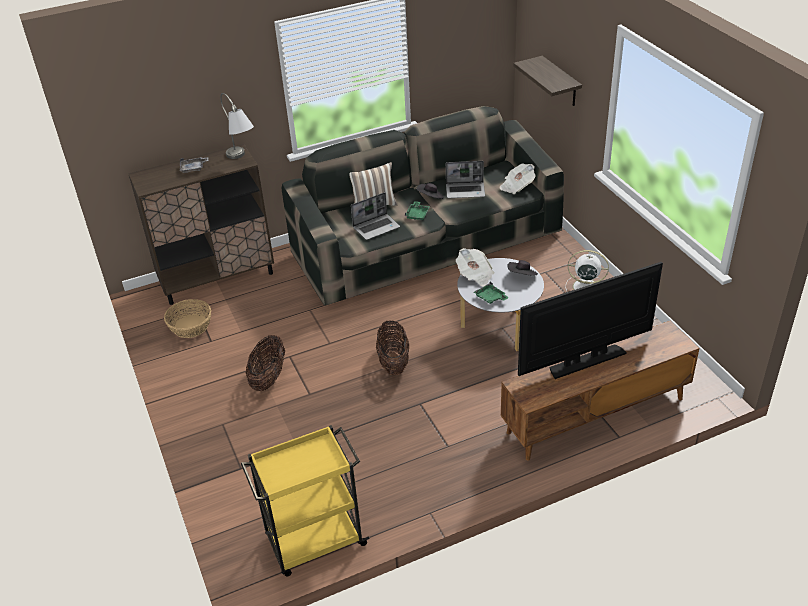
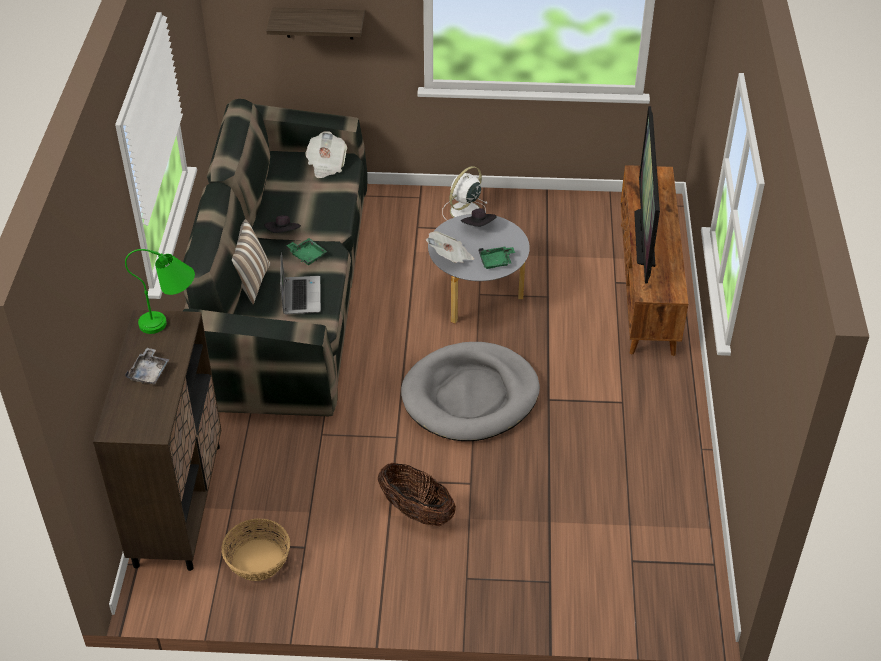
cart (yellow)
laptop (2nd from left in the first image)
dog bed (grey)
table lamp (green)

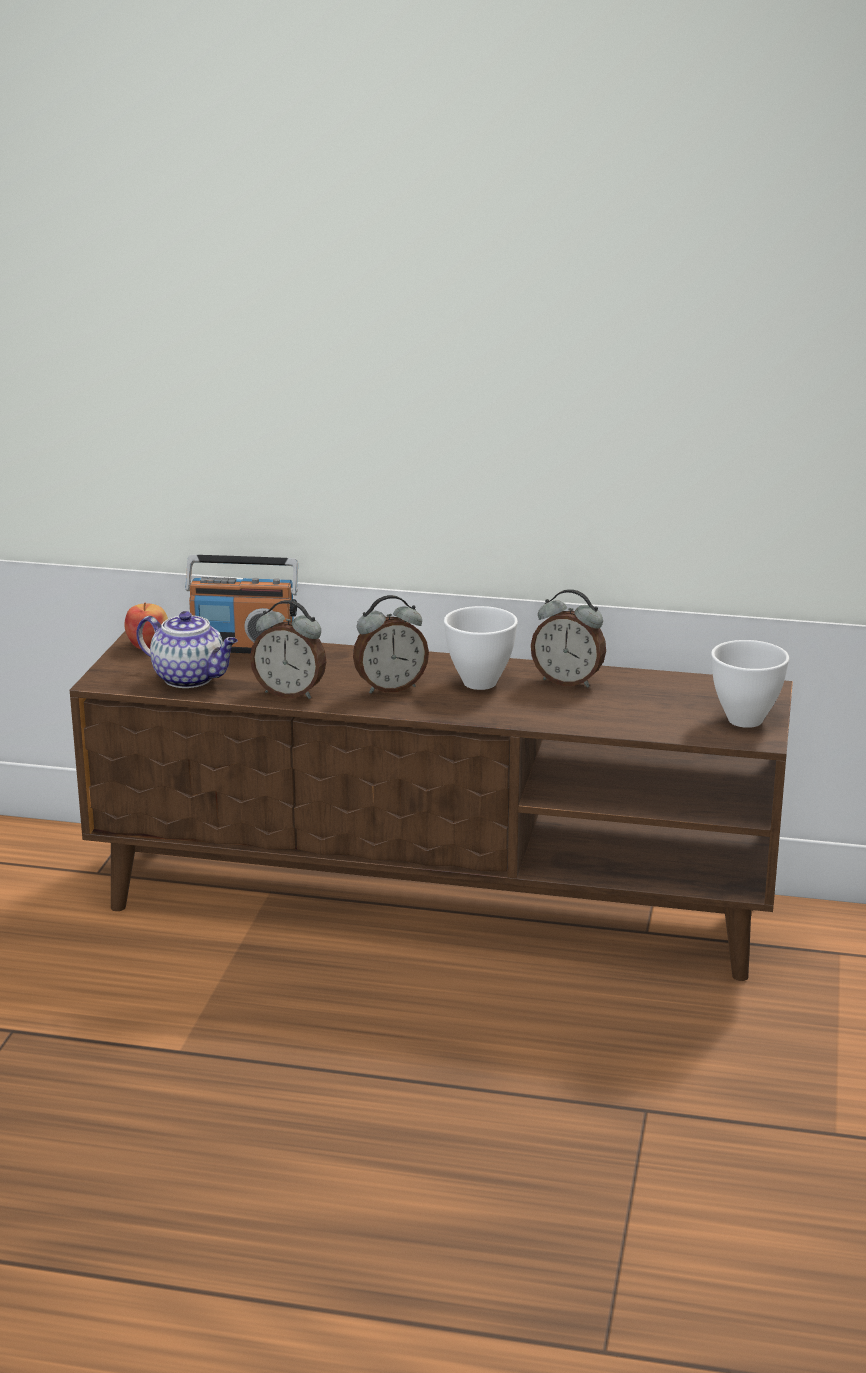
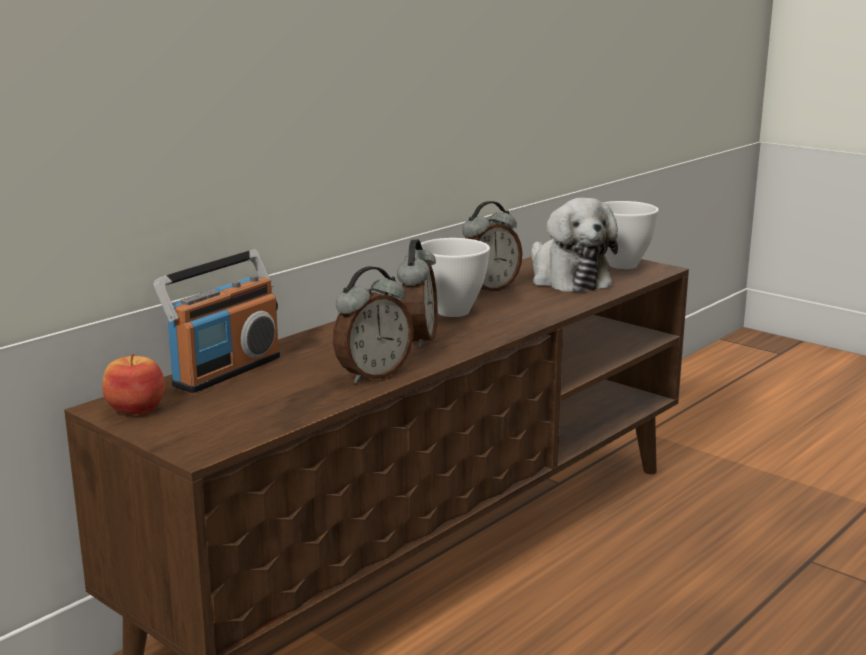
teapot
plush toy

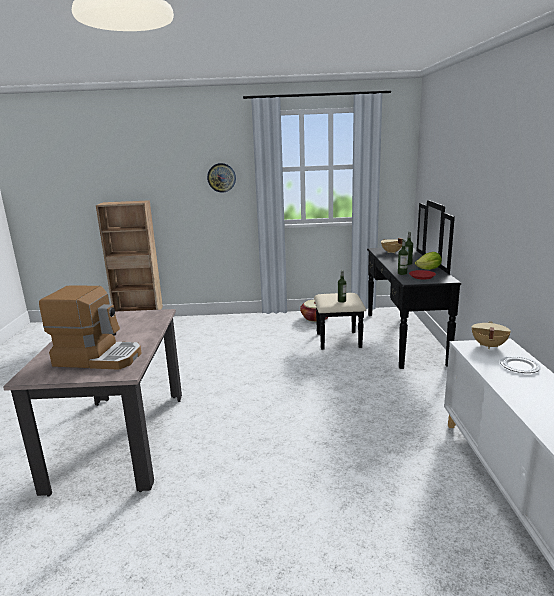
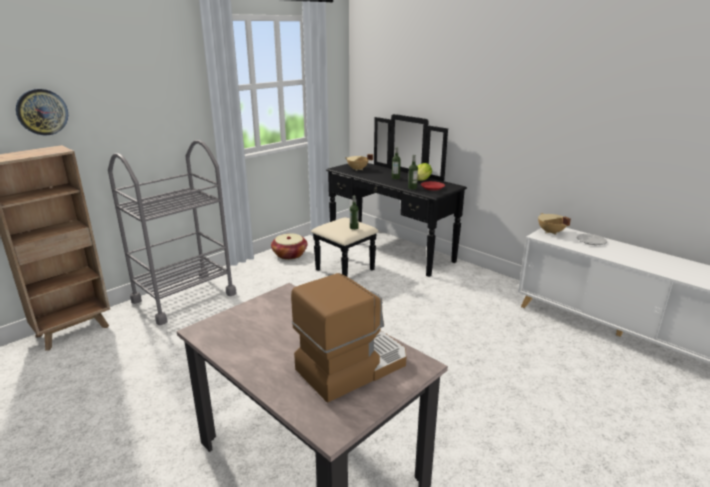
cart (grey)
wall clock

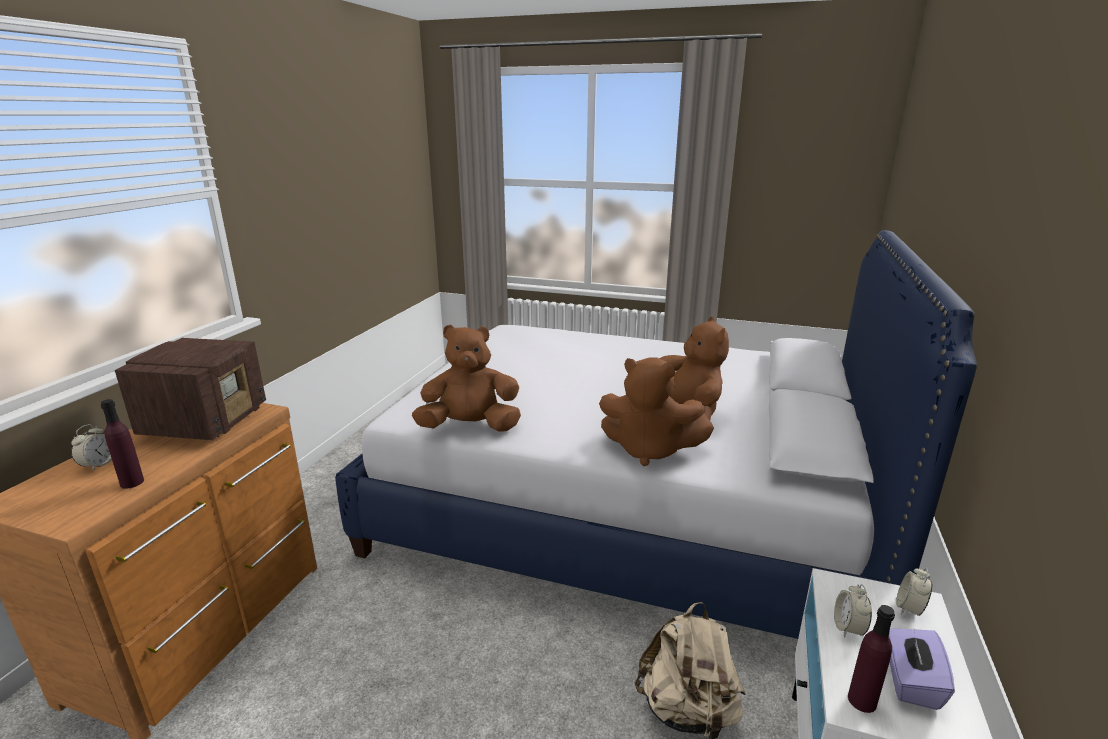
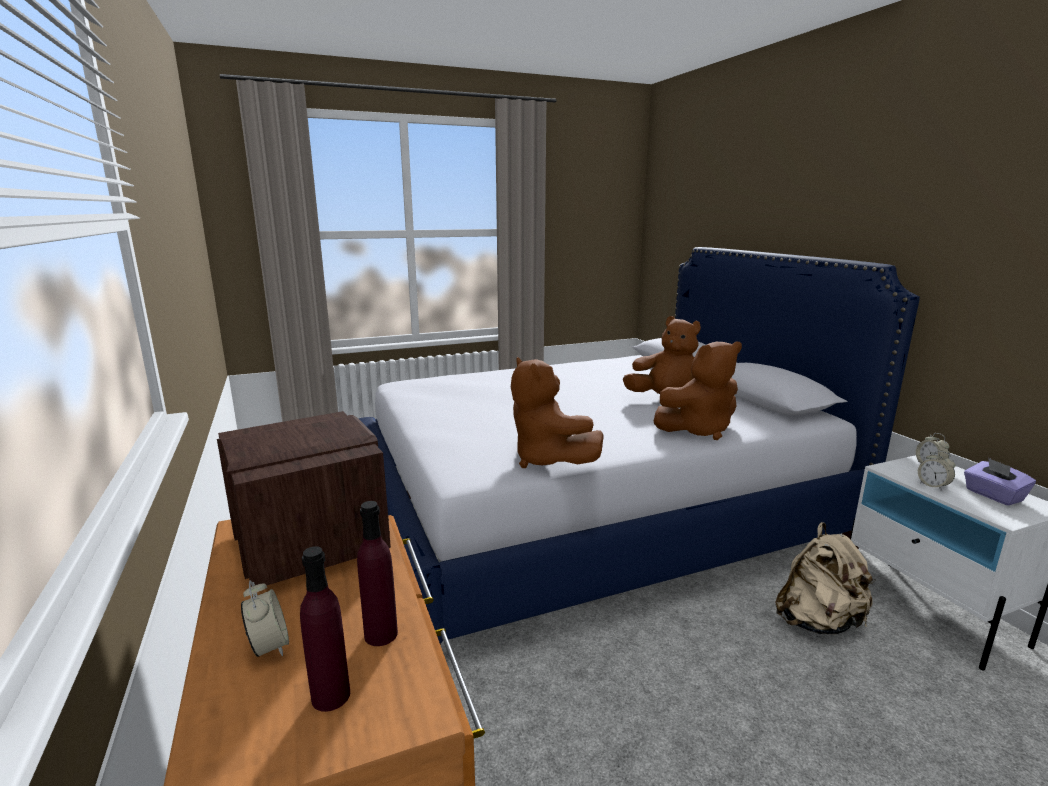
bottle (purple) (1st from left)
plush toy (brown) (1st from left)

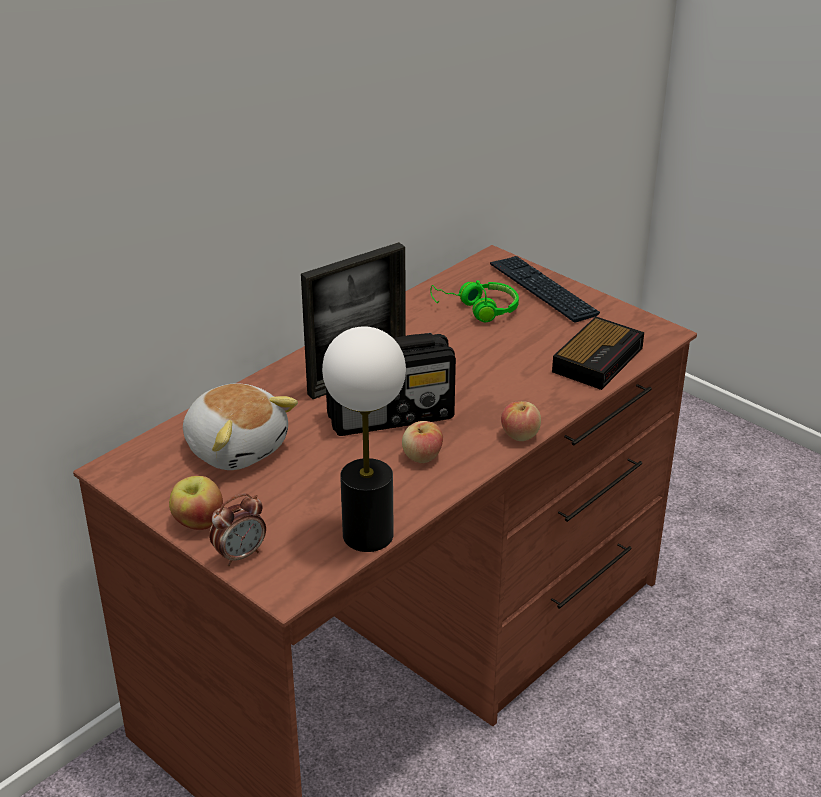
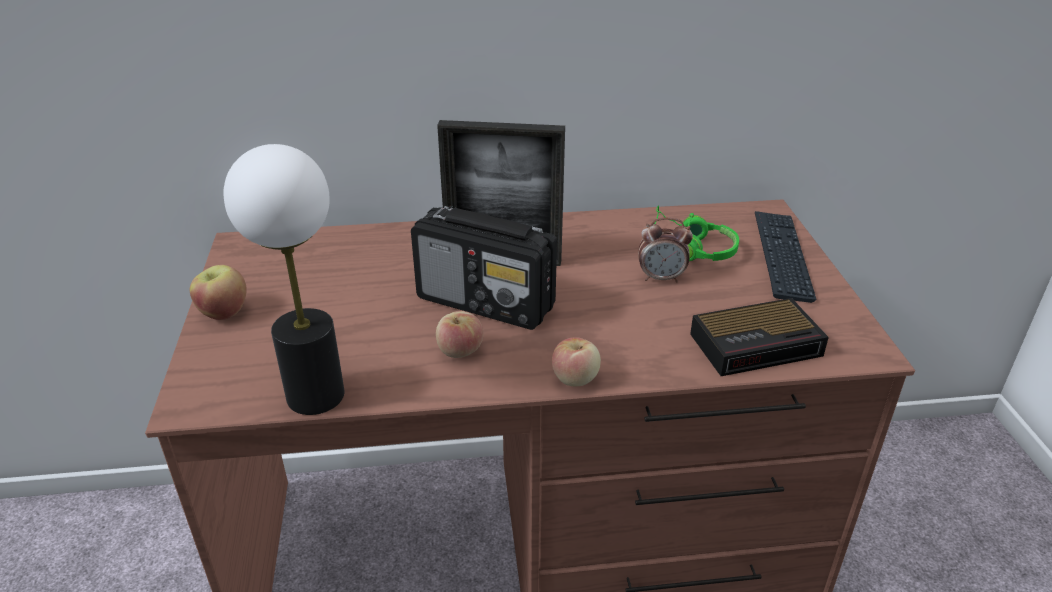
plush toy
alarm clock (1st from left)

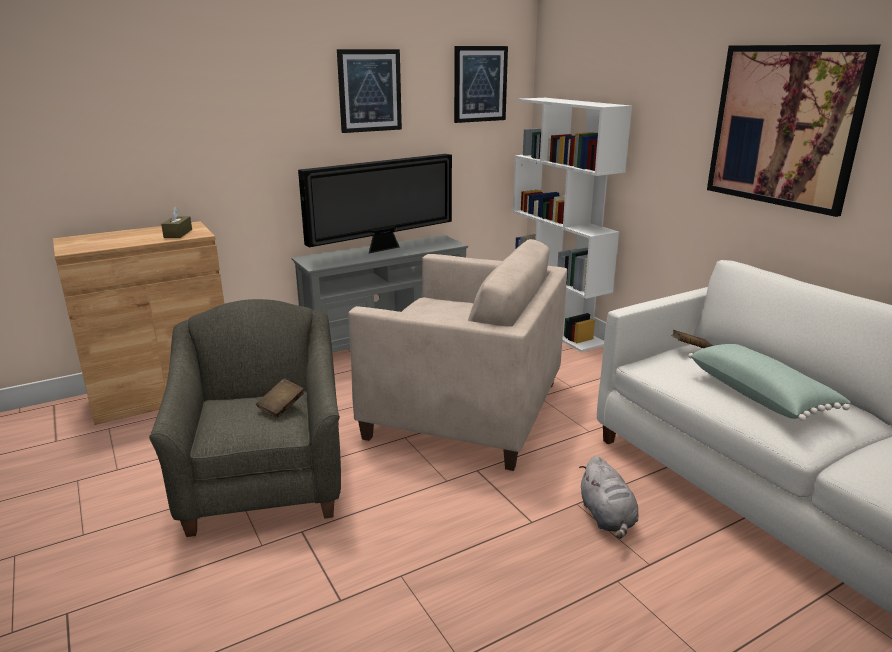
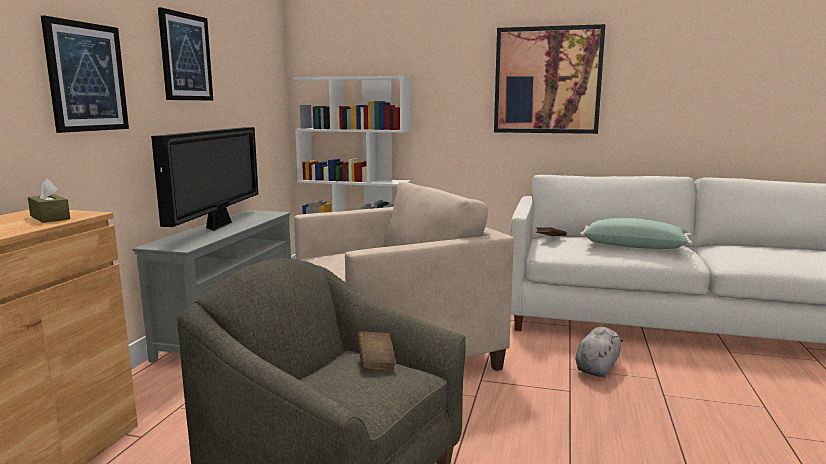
picture (1st from left)
plush toy (grey)

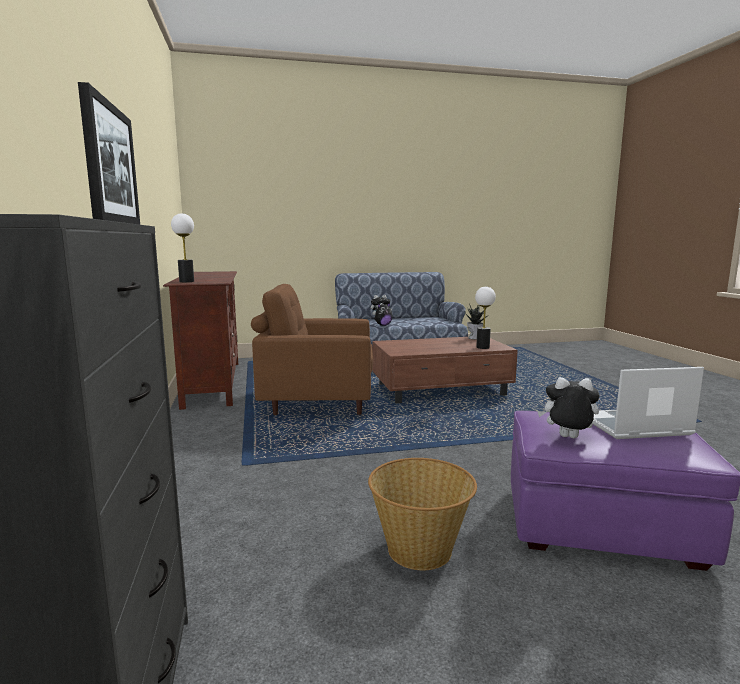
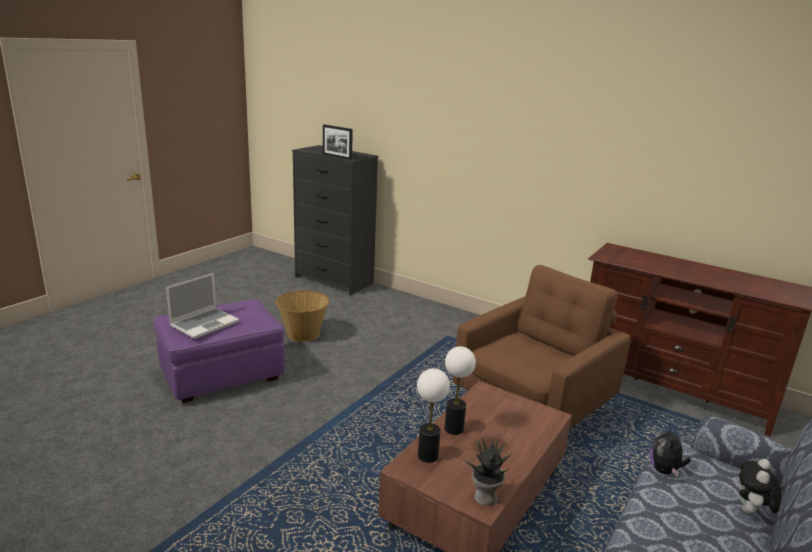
plush toy (3rd from left in the first image)
table lamp (2nd from left)

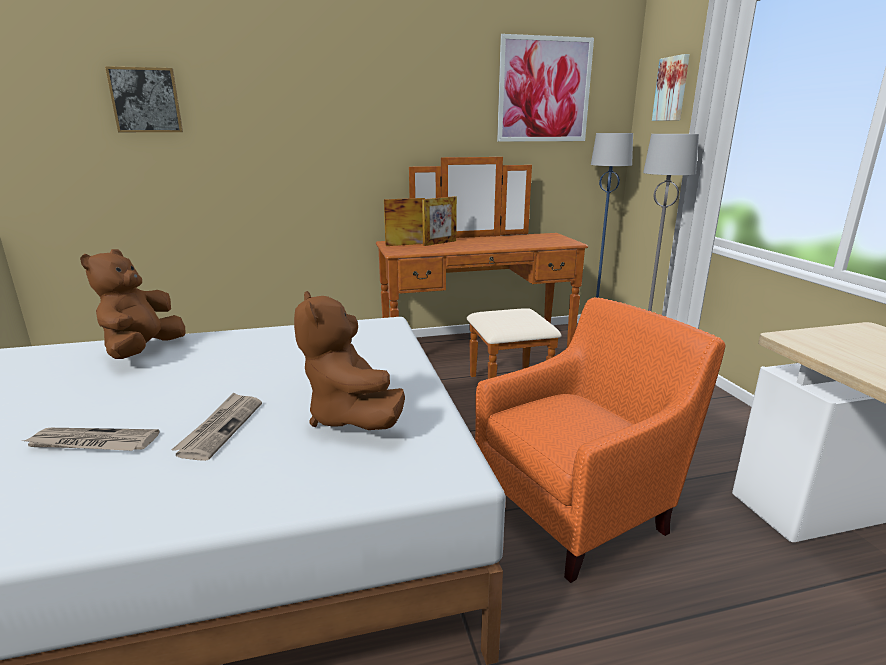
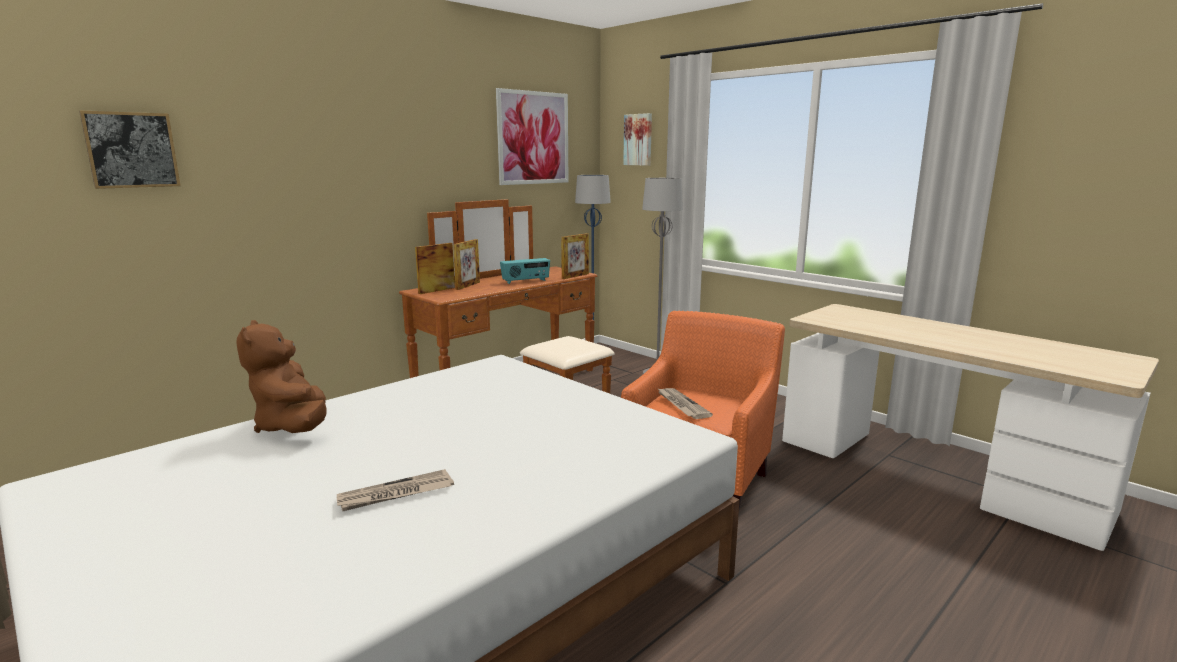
plush toy (brown) (2nd from left in the first image)
radio
picture frame (3rd from left)
newspaper (2nd from left)

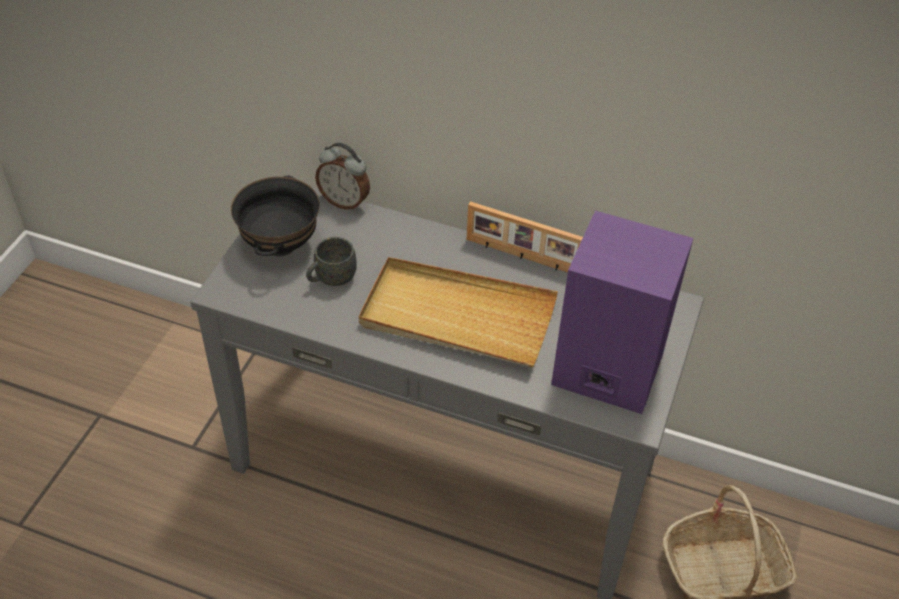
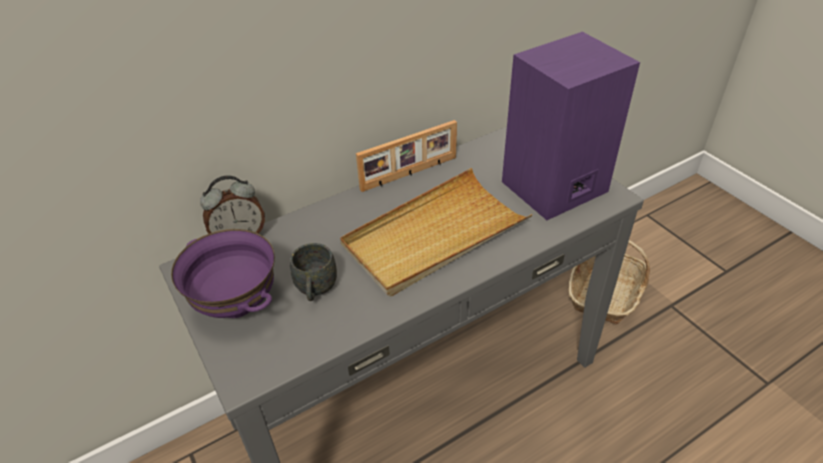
bowl (purple)

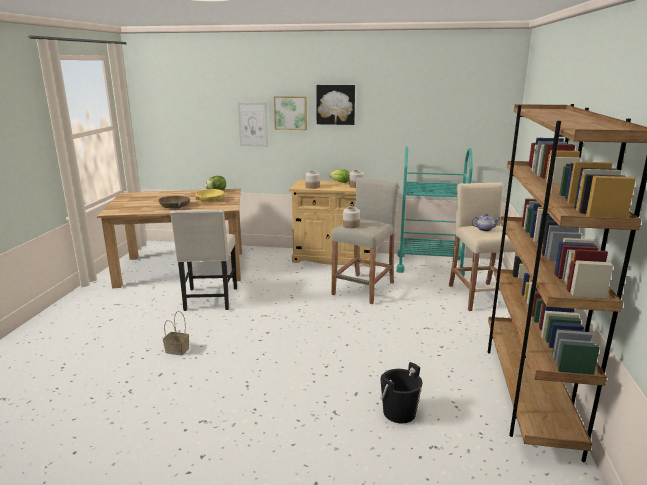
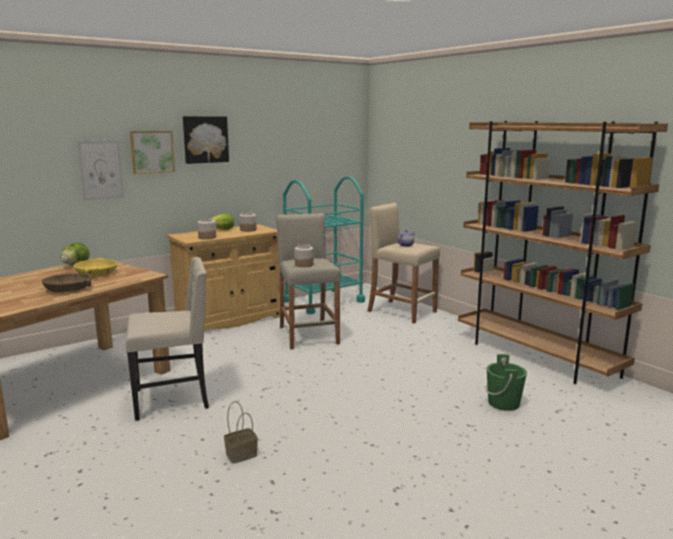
bucket (green)
chair (beige)

